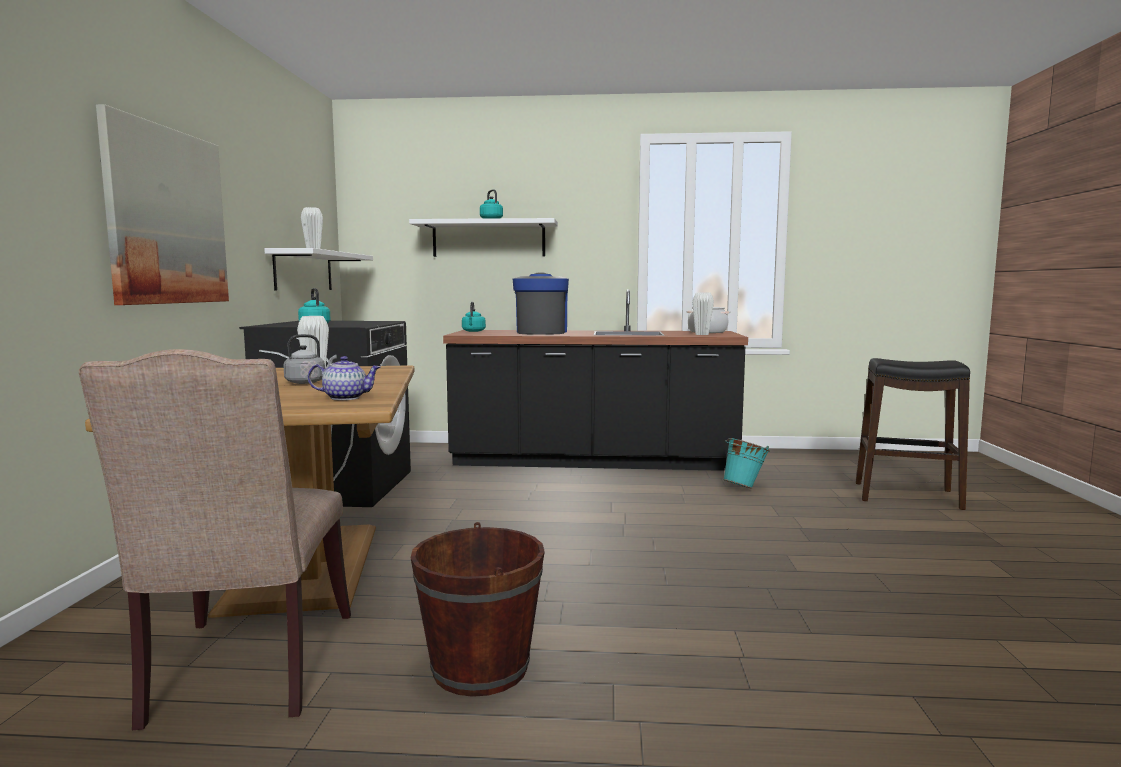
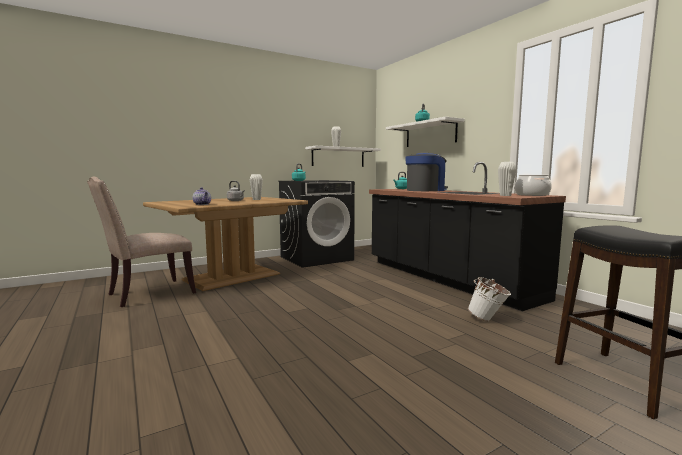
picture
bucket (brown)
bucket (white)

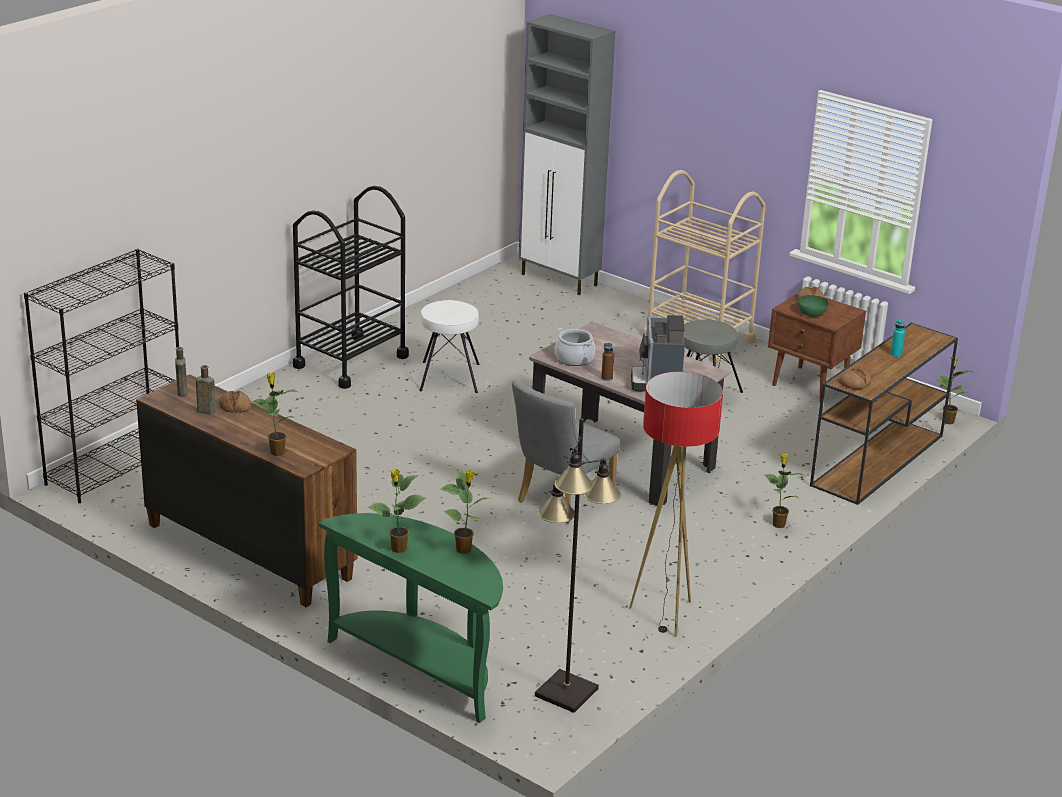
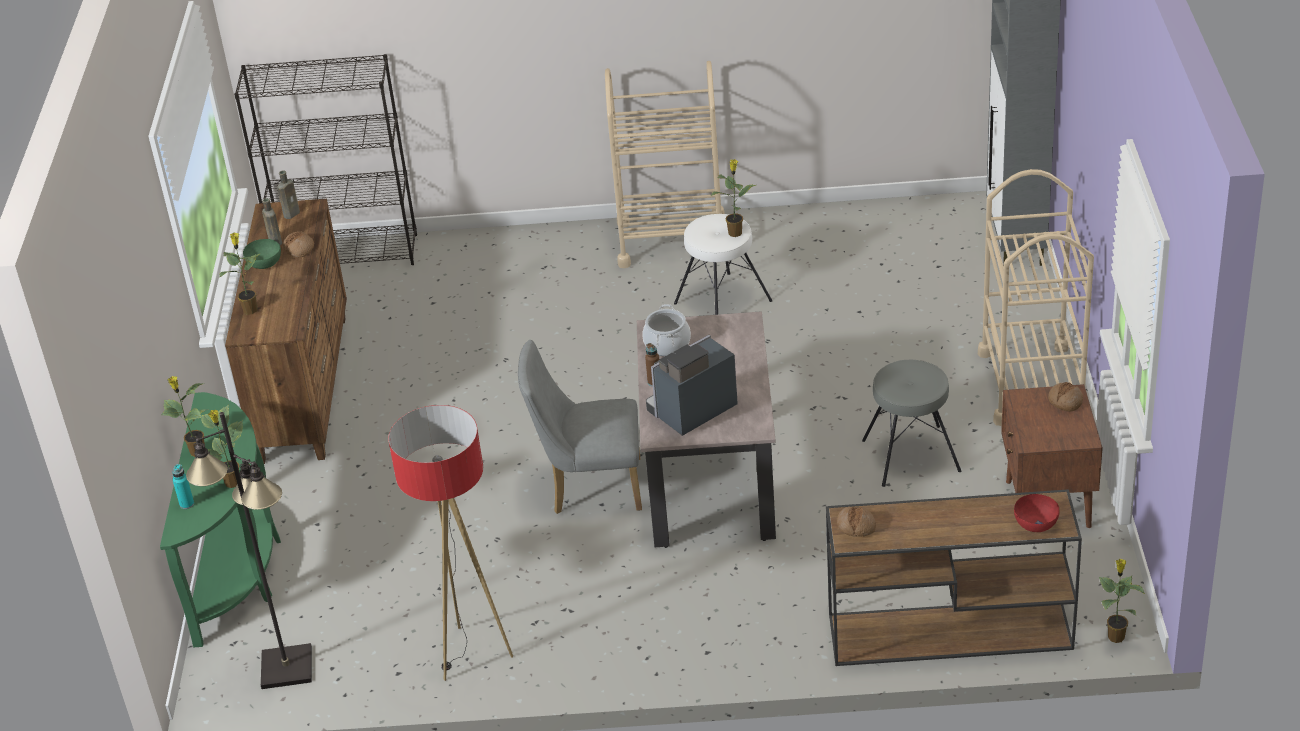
bowl (red)
potted plant (4th from left)
bowl (green)
bottle (turquoise)
cart (beige) (1st from left)

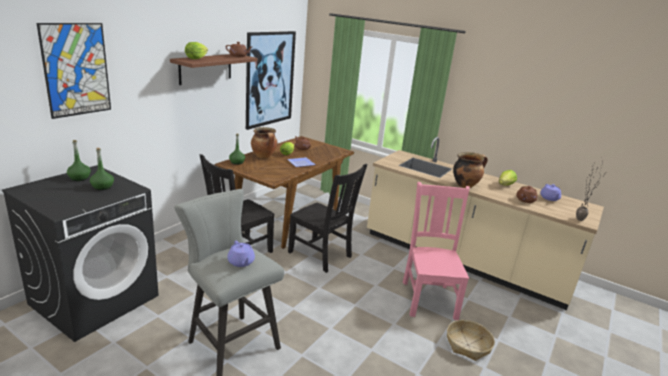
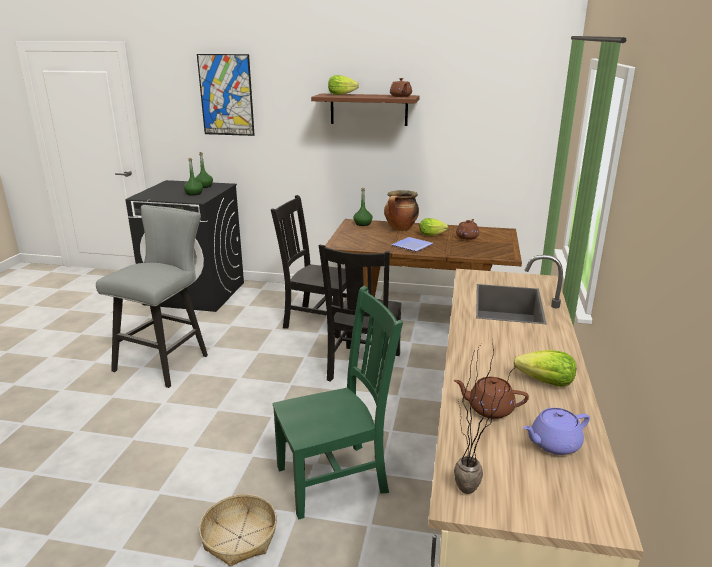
teapot (purple) (1st from left in the first image)
picture (2nd from left in the first image)
cooking pot (2nd from left in the first image)
chair (green)

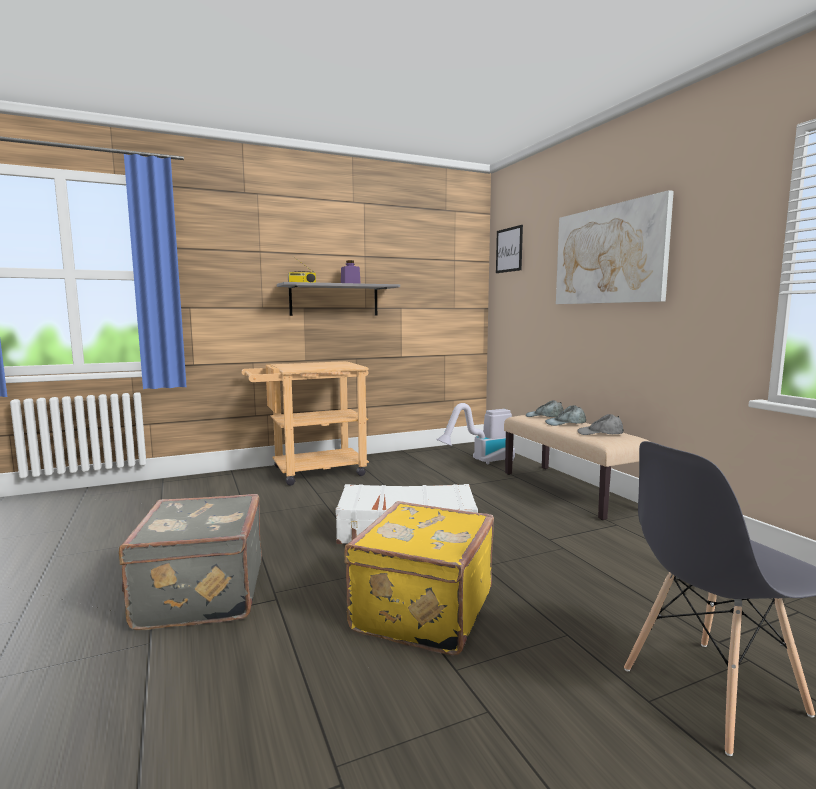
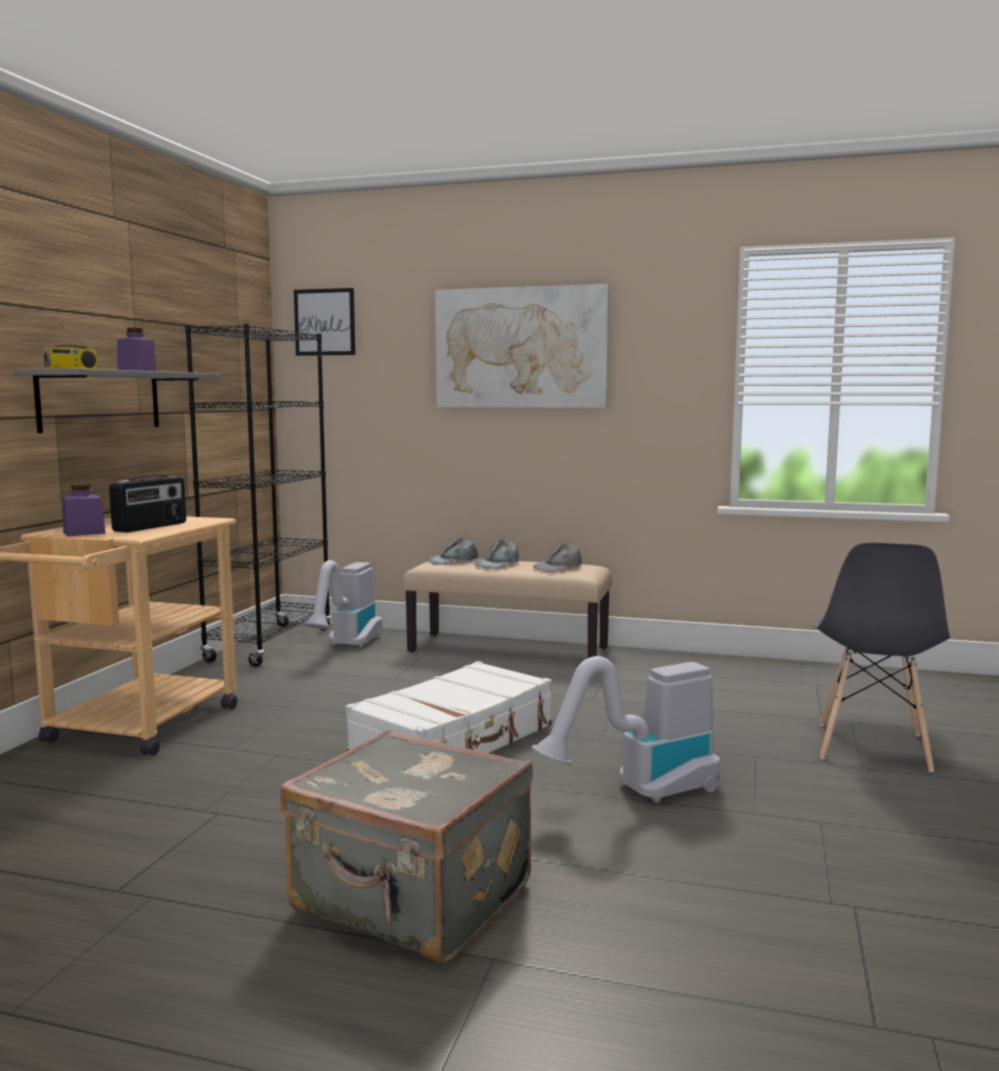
jar (purple) (1st from left)
radio (2nd from left)
bookcase (black)
vacuum cleaner (2nd from left)

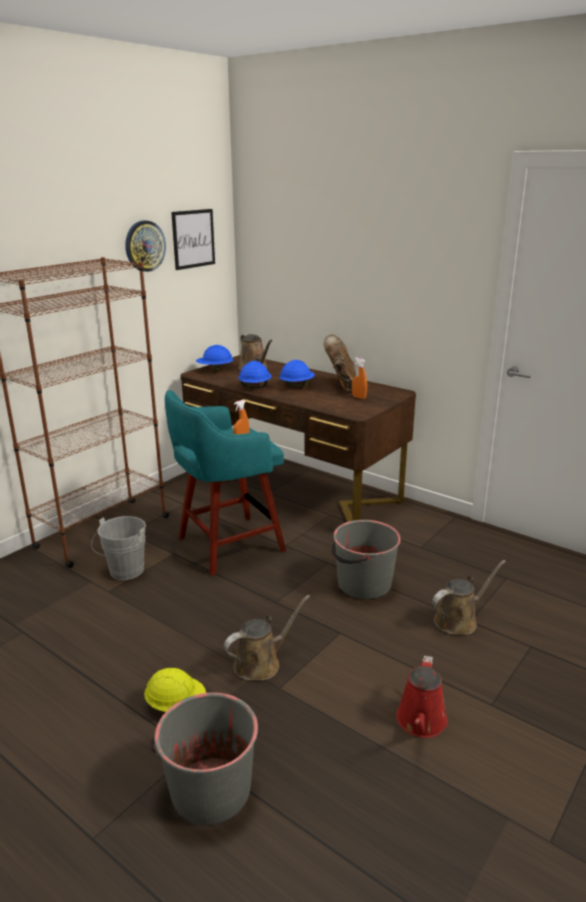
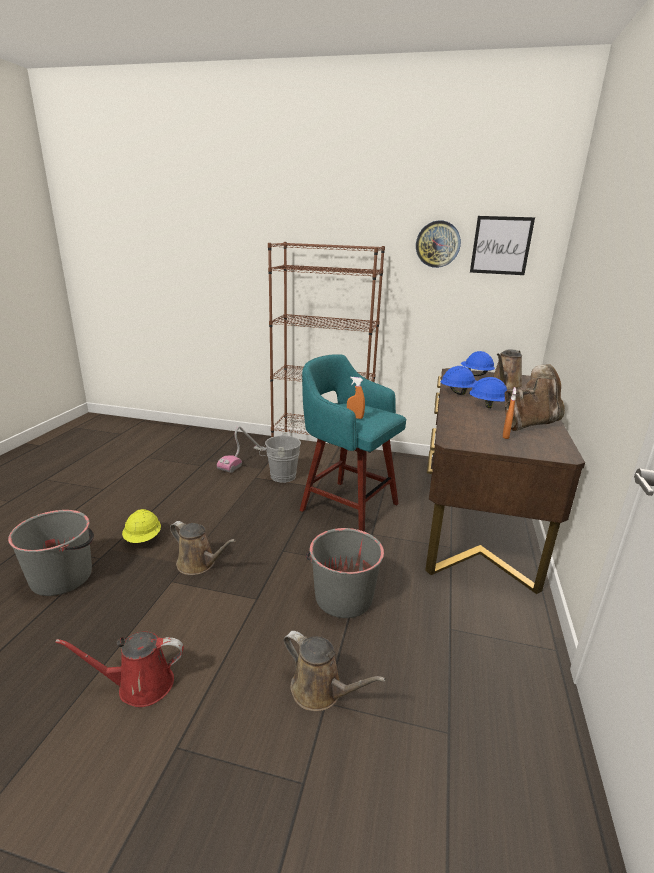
vacuum cleaner

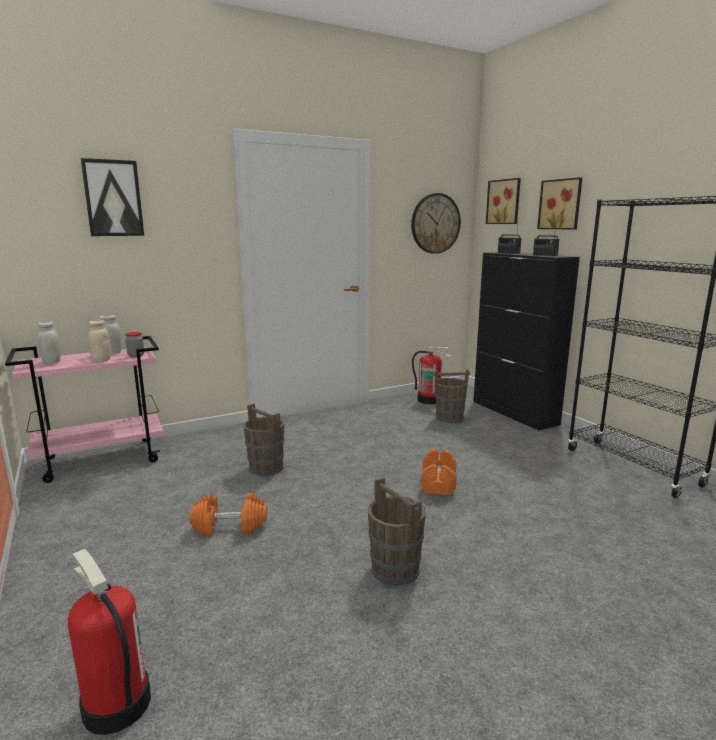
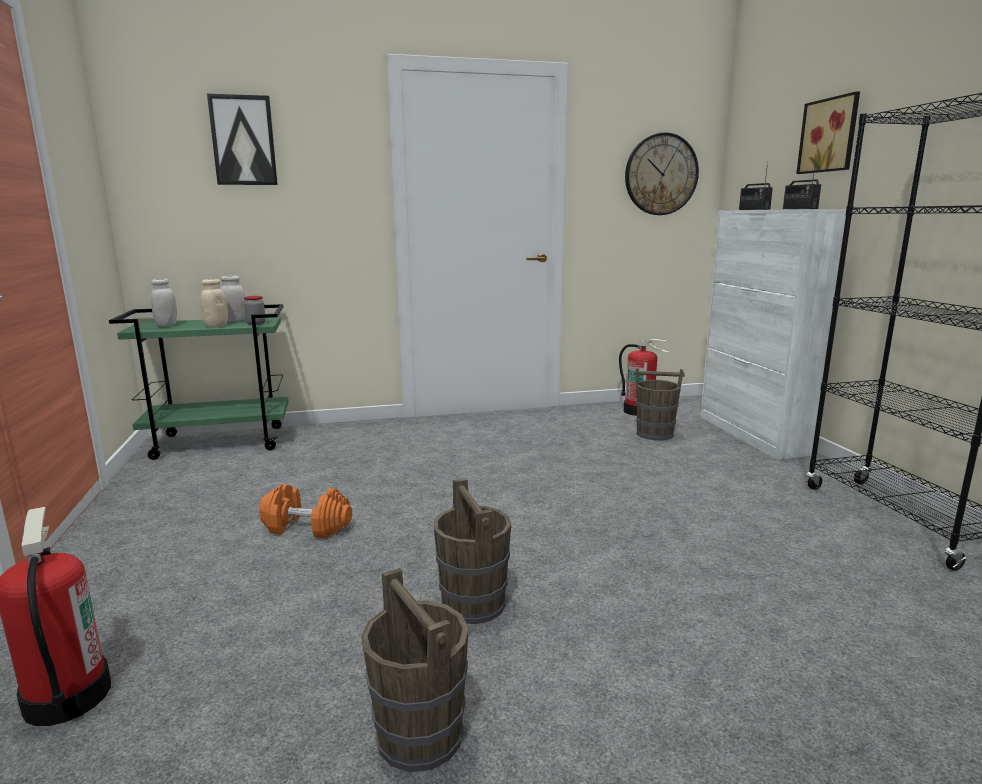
dumbbell (orange) (2nd from left in the first image)
picture (2nd from left in the first image)
bucket (brown) (1st from left)
cart (green)
cabinet (white)

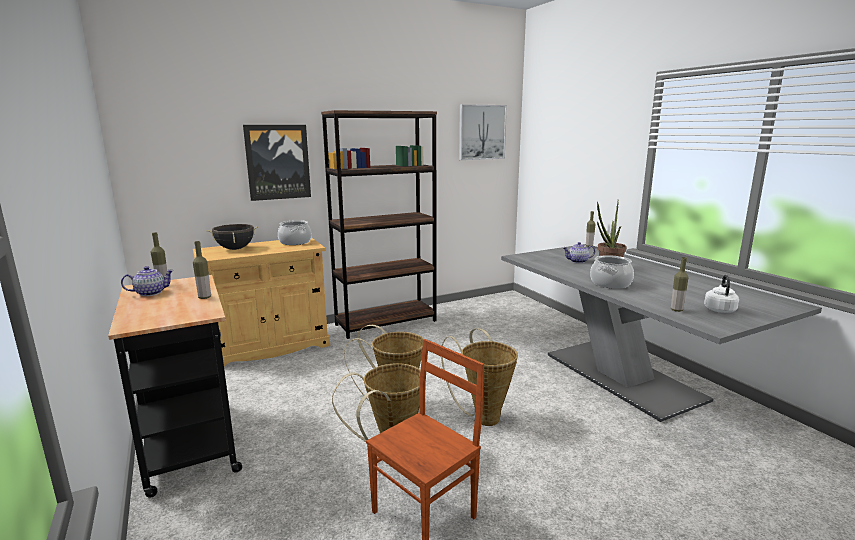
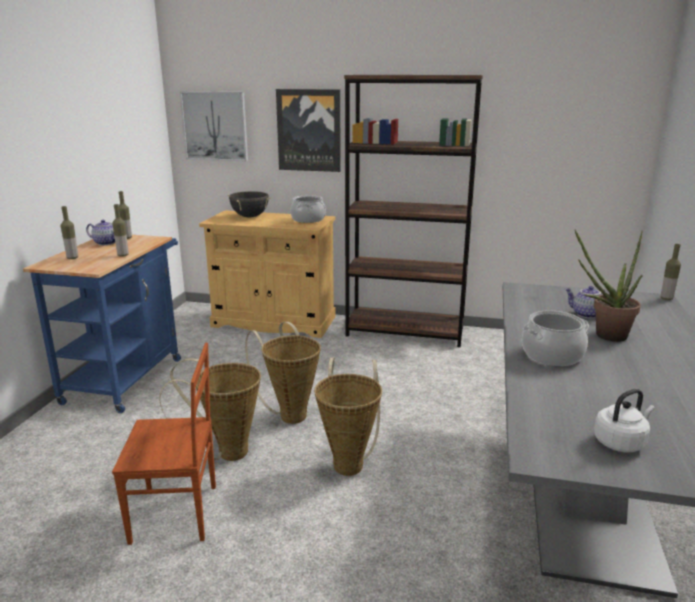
picture (1st from left)
bottle (1st from left)
cart (blue)

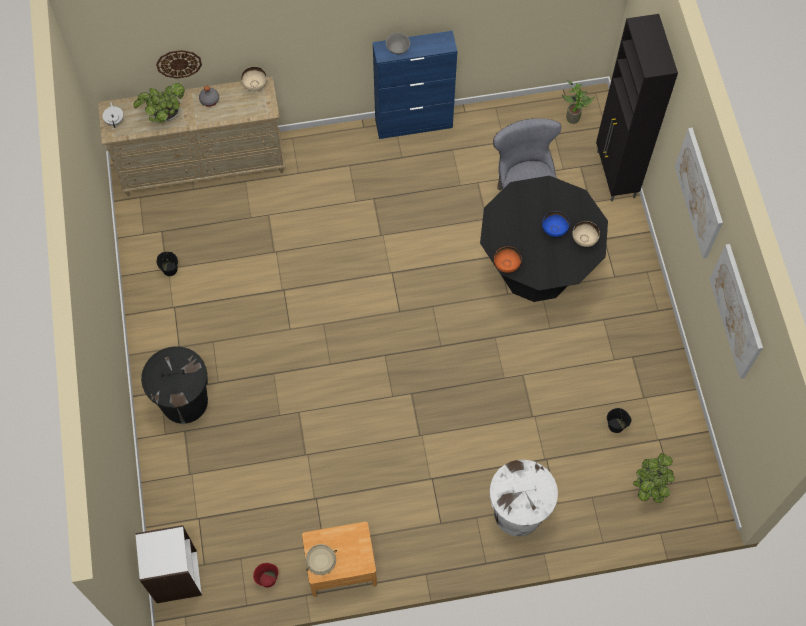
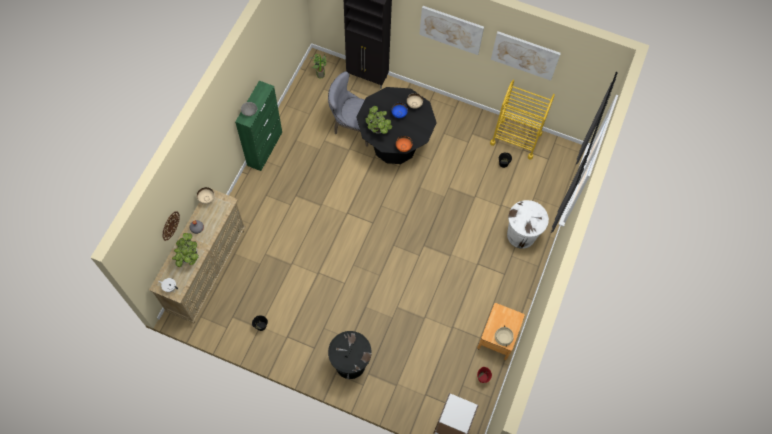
cart (yellow)
potted plant (3rd from left)
cabinet (green)

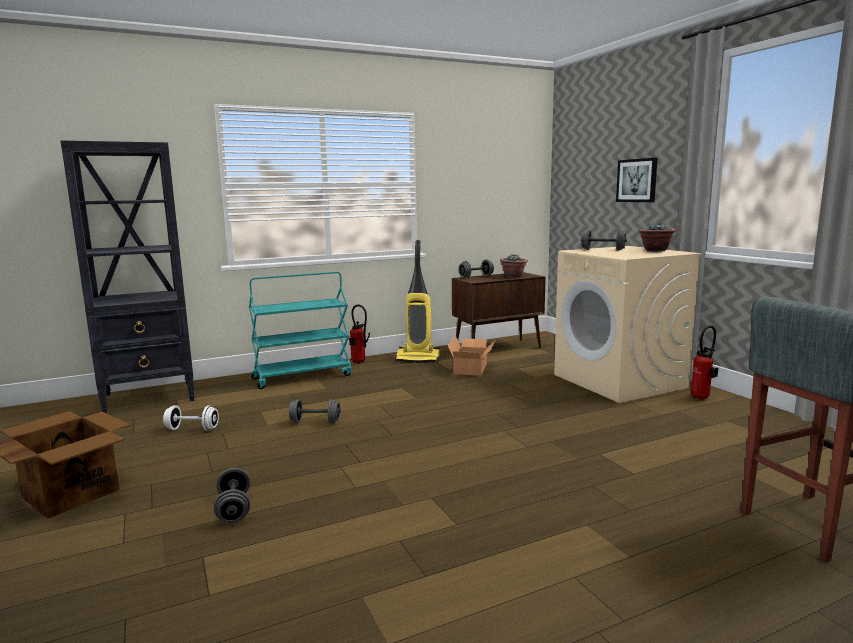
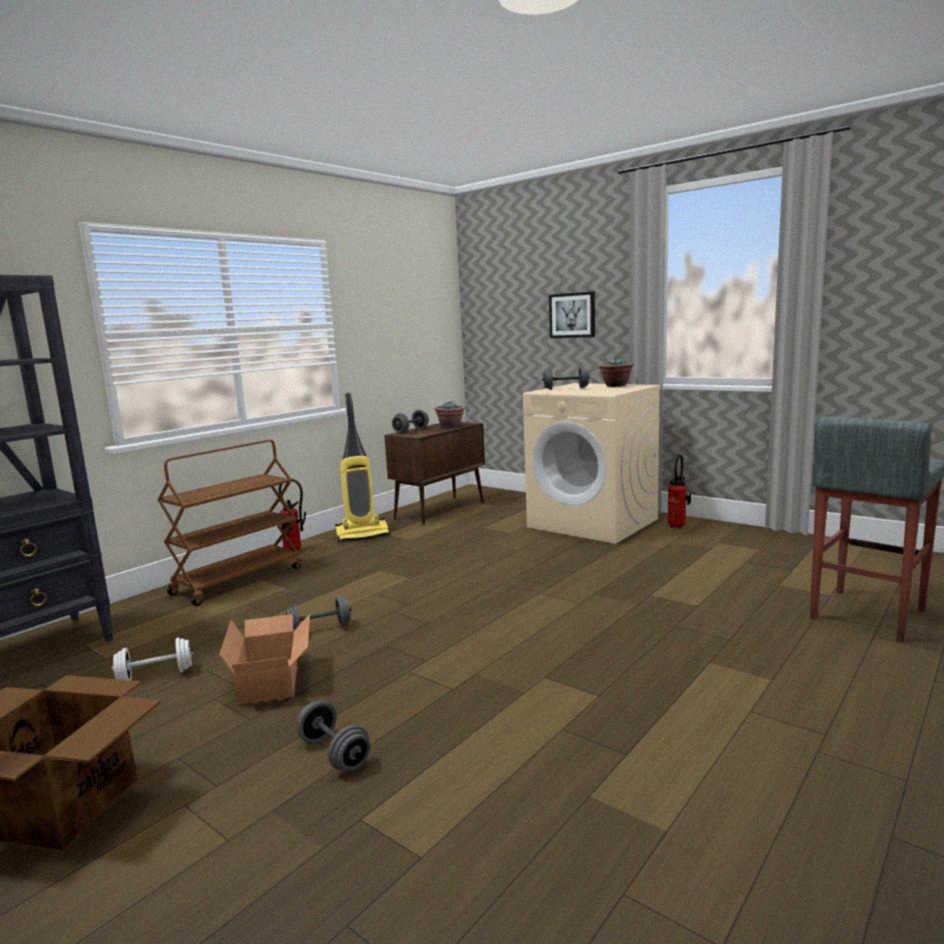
cardboard box (2nd from left)
cart (brown)

